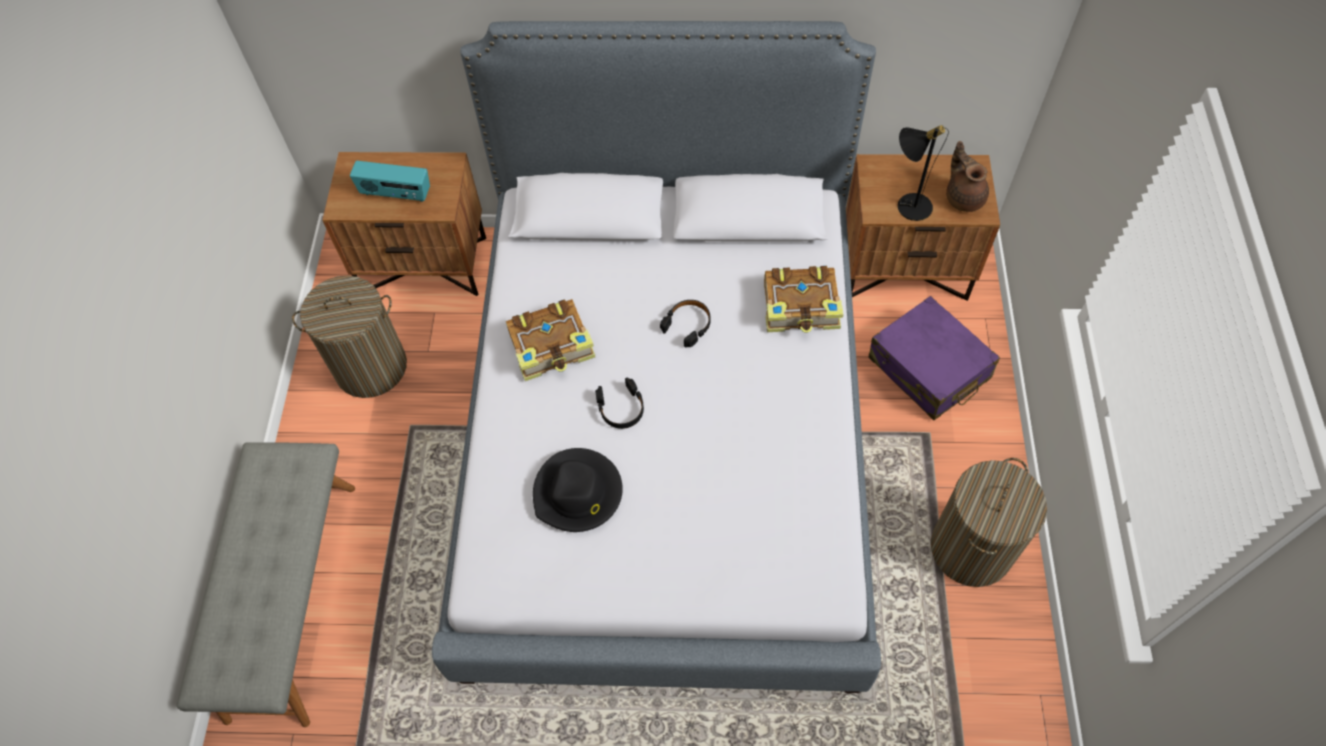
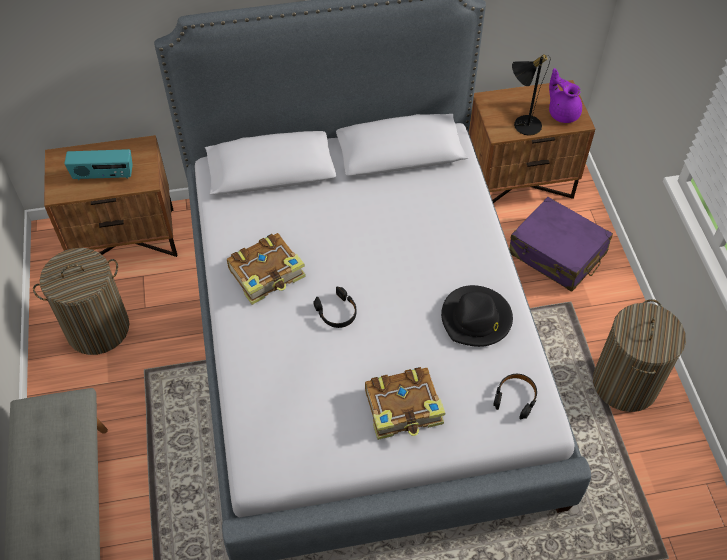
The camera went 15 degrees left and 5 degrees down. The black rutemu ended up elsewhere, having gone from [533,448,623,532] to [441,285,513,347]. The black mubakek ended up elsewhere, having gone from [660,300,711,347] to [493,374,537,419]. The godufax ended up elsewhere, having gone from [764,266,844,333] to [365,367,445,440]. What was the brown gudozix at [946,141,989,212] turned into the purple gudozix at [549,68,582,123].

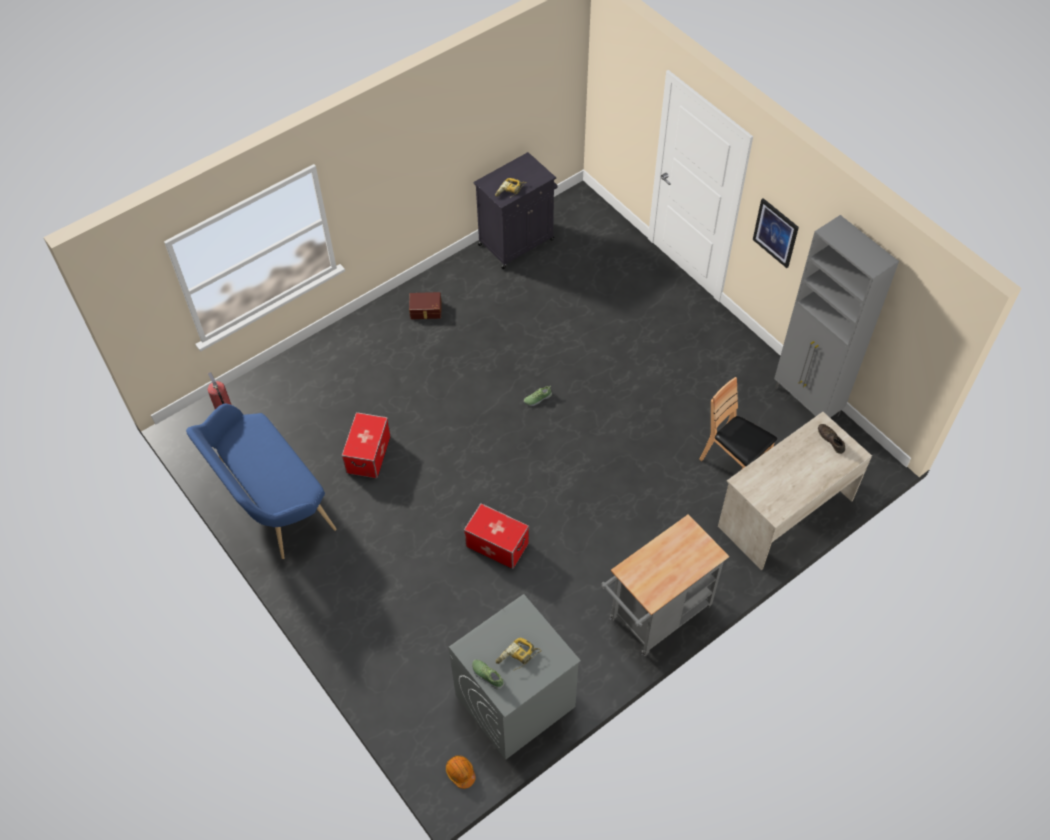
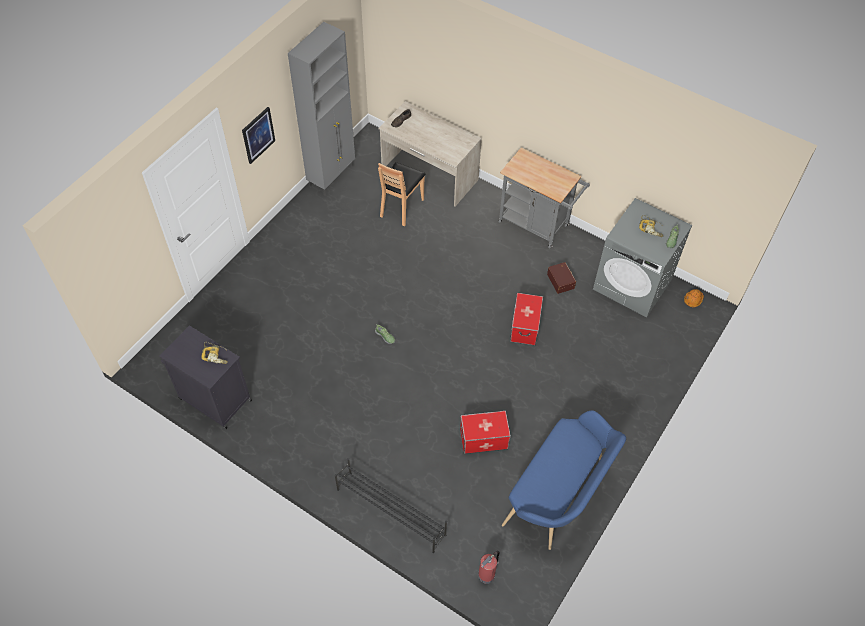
The camera went 110 degrees left and 0 degrees up. The second view gained the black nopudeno at [335,458,447,553]. The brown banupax ended up elsewhere, having gone from [409,292,441,319] to [547,262,576,294].

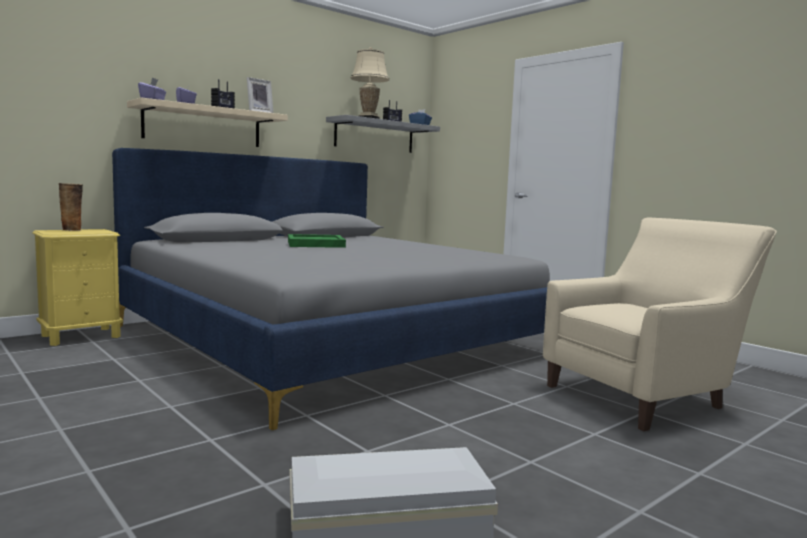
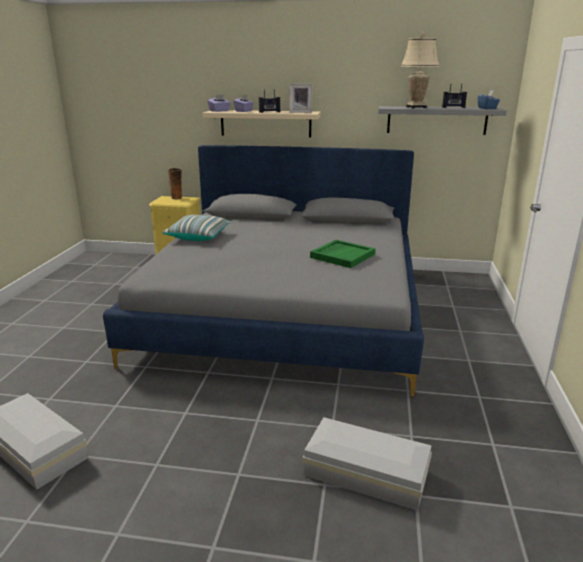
The camera went 50 degrees right and 15 degrees up. The second view gained the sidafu at [162,215,232,241]. The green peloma ended up elsewhere, having gone from [288,234,346,248] to [310,240,375,268]. Where the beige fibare stood at [543,217,777,431], the white banupax came to stand at [303,417,432,511].

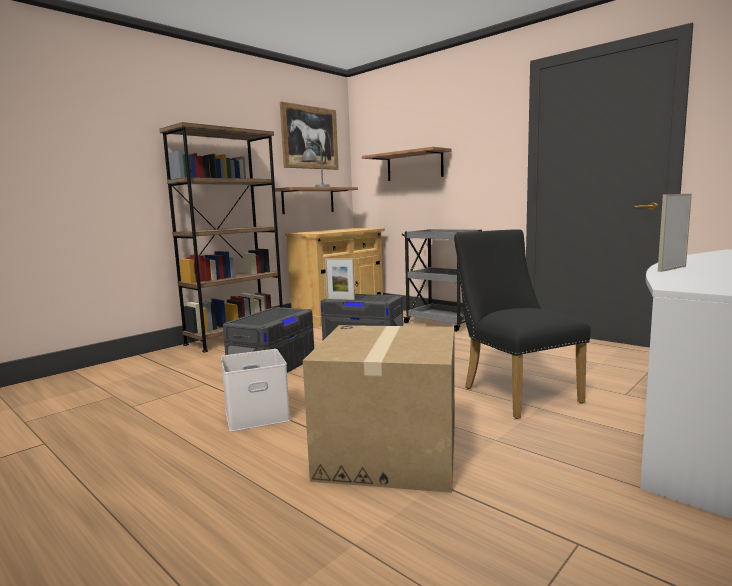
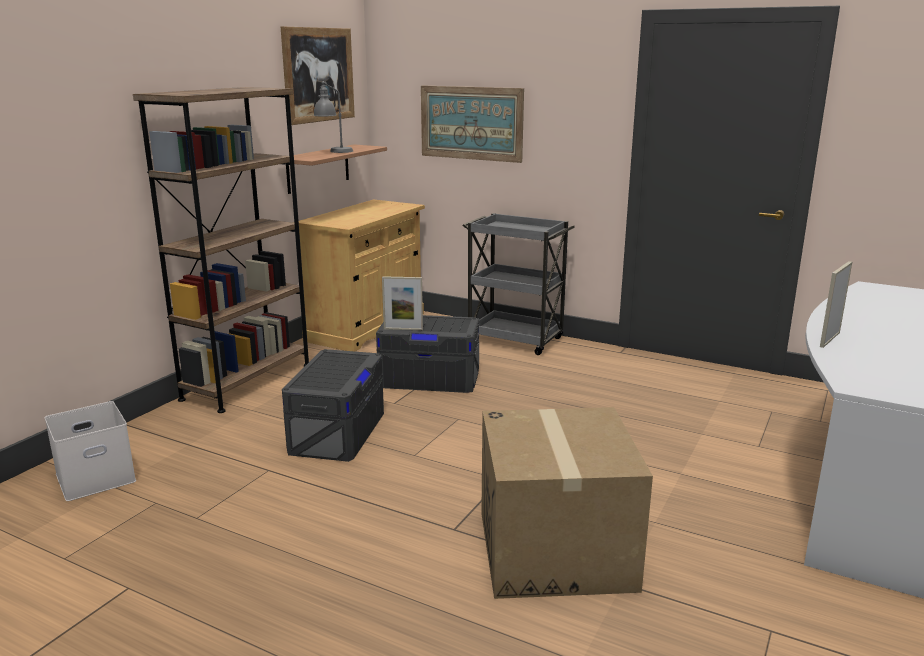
The camera went 15 degrees left and 10 degrees up. The second view lost the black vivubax at [454,229,591,419]. The white banupax ended up elsewhere, having gone from [221,349,291,432] to [45,401,136,501]. Where the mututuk hung at [362,147,452,181], the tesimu came to hang at [421,86,524,163].

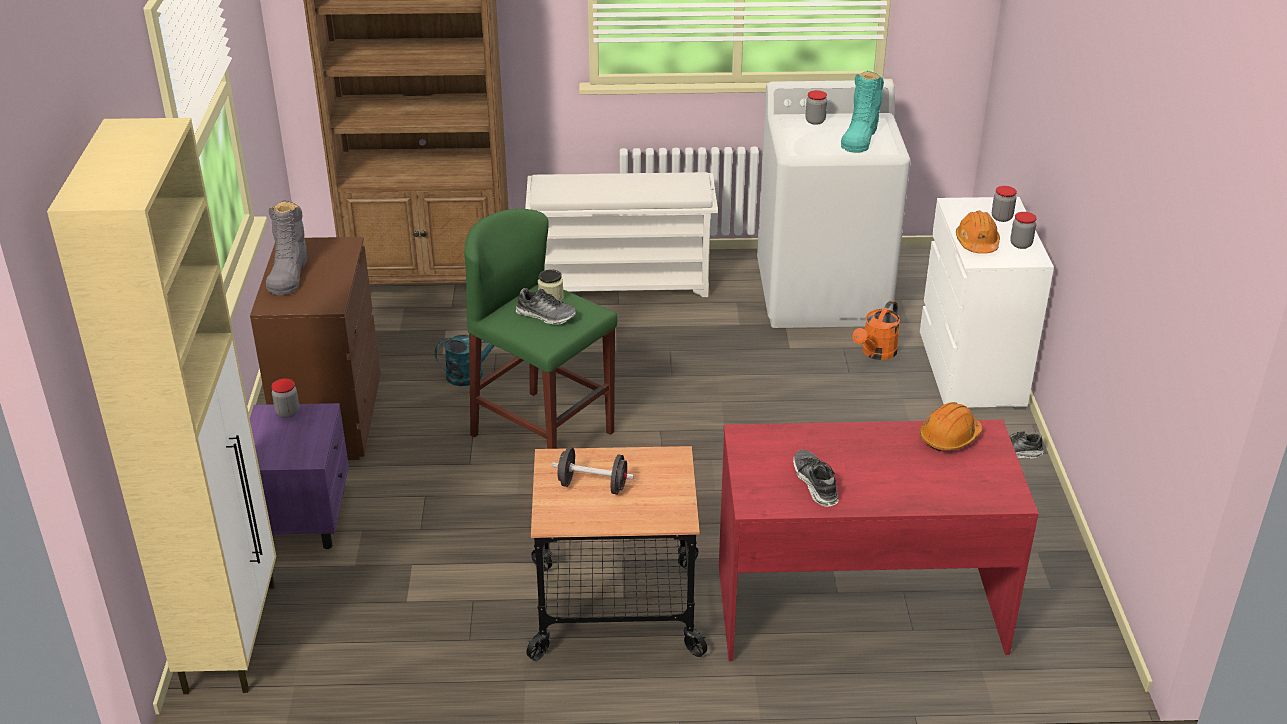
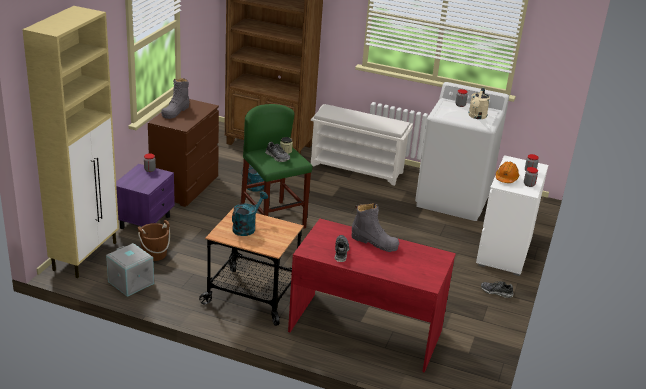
The camera went 20 degrees right and 5 degrees down. The second view lost the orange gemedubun at [852,300,900,360]. The second view lost the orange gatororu at [920,402,982,452]. The second view gained the grey banupax at [106,243,154,297]. The second view gained the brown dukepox at [138,220,170,261]. The second view gained the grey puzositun at [352,203,399,252]. Where the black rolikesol stood at [552,447,634,494], the turquoise gemedubun came to stand at [232,191,268,236]. Where the turquoise puzositun stood at [841,71,884,153], the beige gemedubun came to stand at [468,87,490,119].

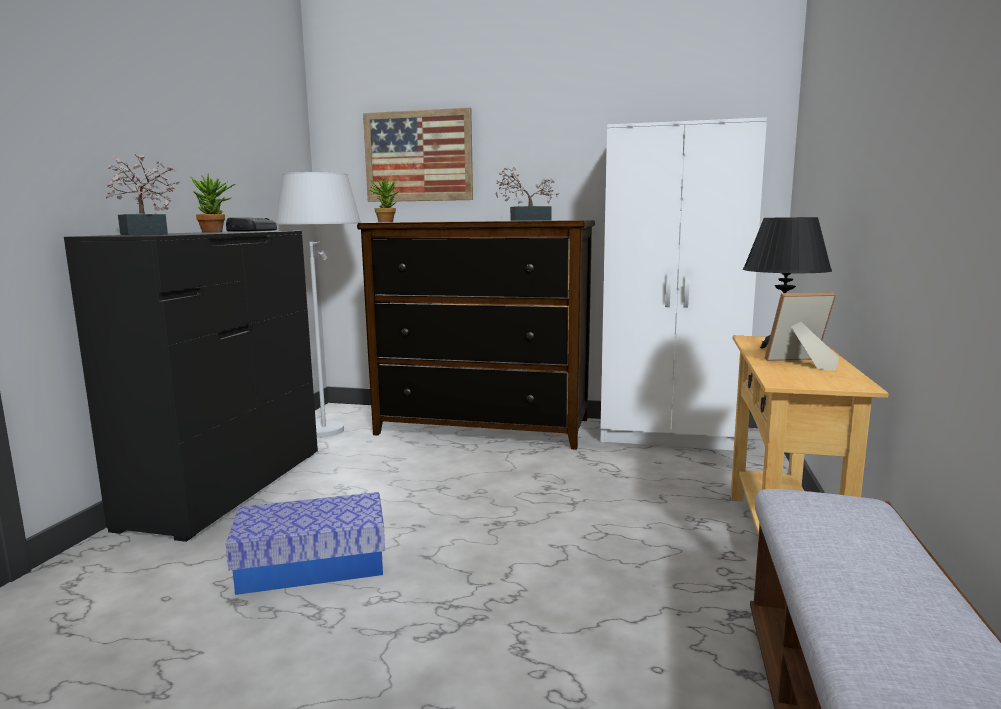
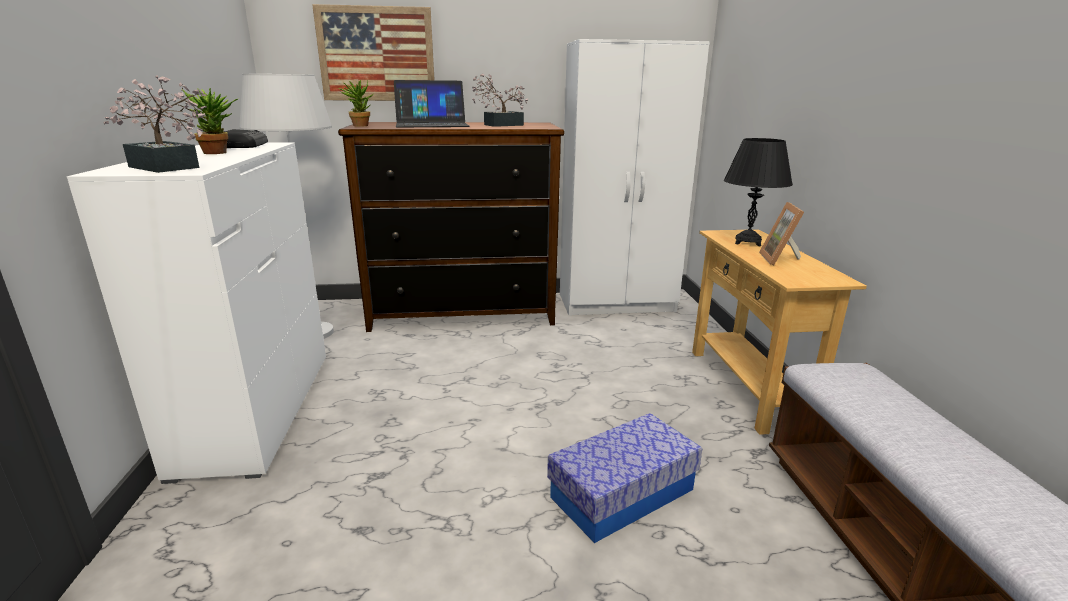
The camera went 20 degrees left and 10 degrees up. The second view gained the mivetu at [394,80,470,127]. The banupax ended up elsewhere, having gone from [226,492,385,595] to [547,413,702,543]. What was the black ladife at [64,231,318,542] turned into the white ladife at [67,143,326,484]. The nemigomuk at [765,292,839,370] ended up facing another way, 60 degrees counterclockwise from before.

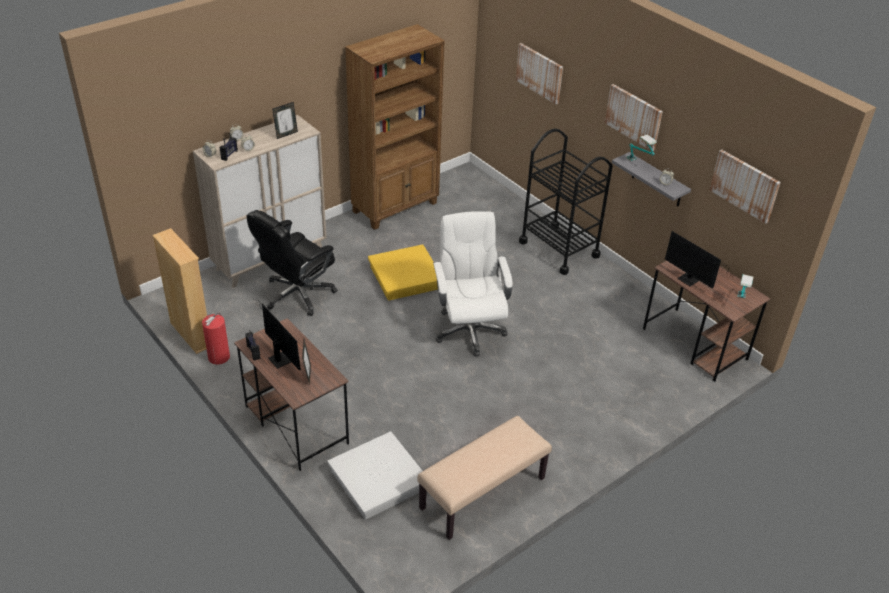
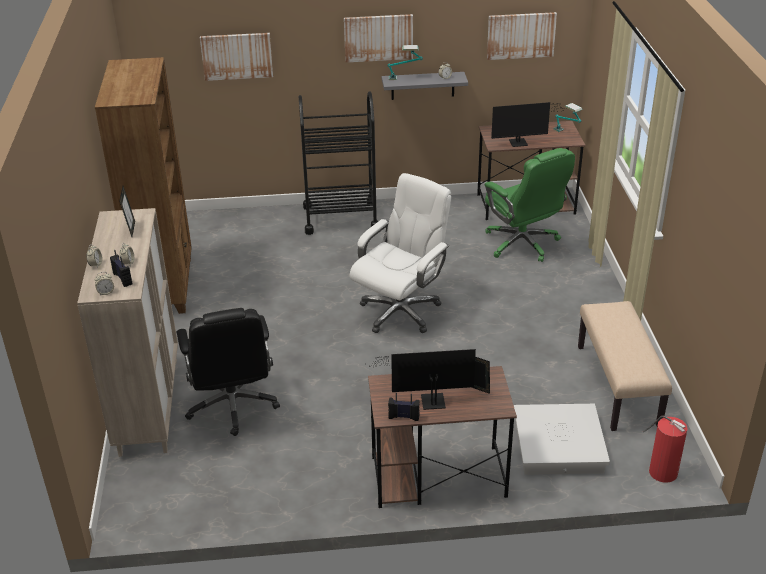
The camera went 55 degrees left and 5 degrees down. The second view lost the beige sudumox at [152,228,207,354]. The second view lost the yellow banupax at [368,244,438,301]. The second view gained the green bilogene at [484,148,575,262]. The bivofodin ended up elsewhere, having gone from [202,313,230,365] to [642,416,687,483]. The white bilogene at [433,211,513,357] ended up facing another way, 105 degrees clockwise from before.

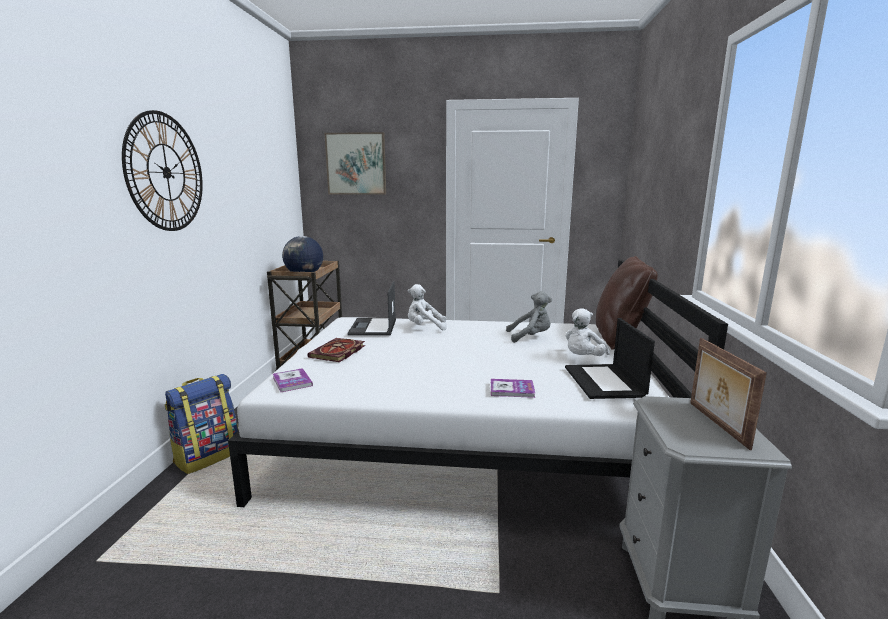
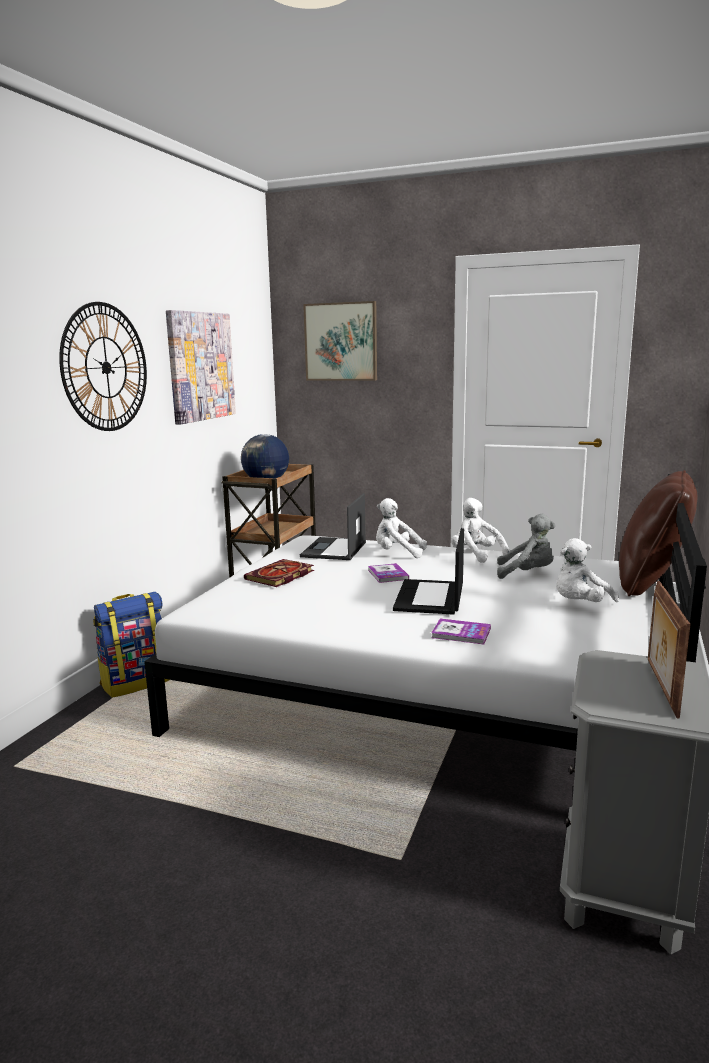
The camera went 15 degrees right and 0 degrees up. The second view gained the tesimu at [166,310,236,425]. The second view gained the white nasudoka at [451,498,510,563]. The godufax ended up elsewhere, having gone from [273,368,313,392] to [368,563,409,583]. The mivetu ended up elsewhere, having gone from [565,318,655,399] to [393,529,464,615].

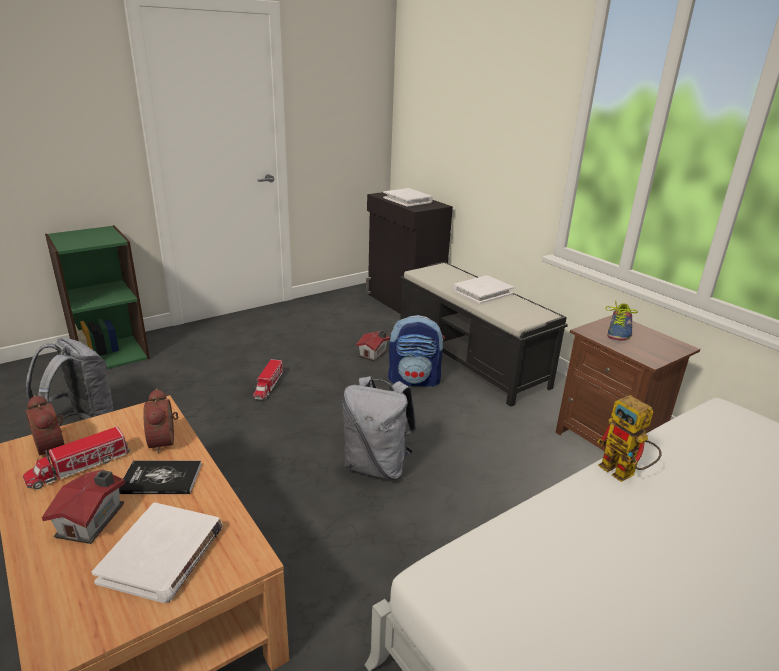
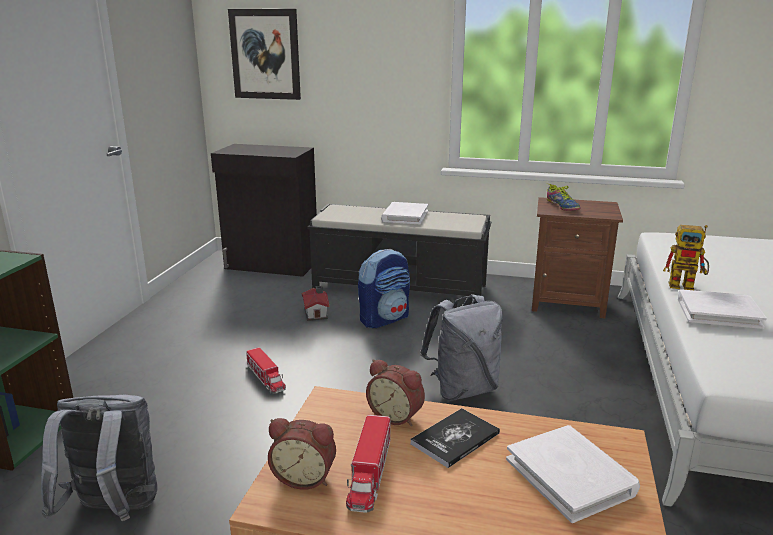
The camera went 40 degrees left and 5 degrees down. The second view lost the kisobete at [42,469,125,544]. The second view gained the tesimu at [228,9,301,100]. The white godufax ended up elsewhere, having gone from [383,188,433,207] to [678,289,767,329].

